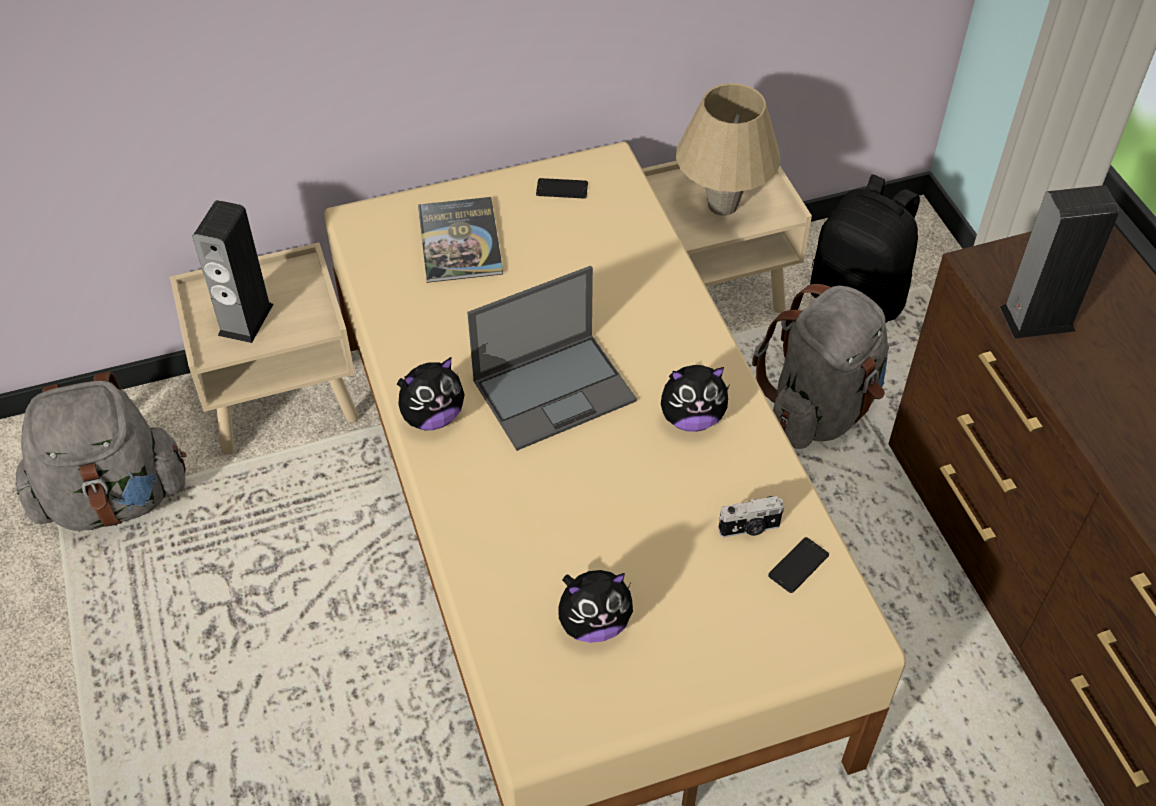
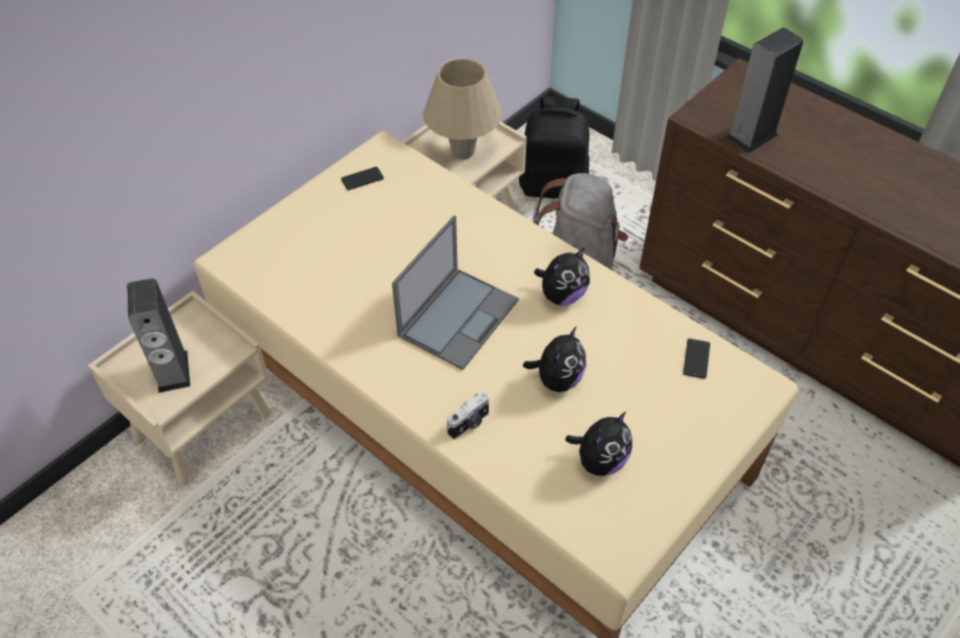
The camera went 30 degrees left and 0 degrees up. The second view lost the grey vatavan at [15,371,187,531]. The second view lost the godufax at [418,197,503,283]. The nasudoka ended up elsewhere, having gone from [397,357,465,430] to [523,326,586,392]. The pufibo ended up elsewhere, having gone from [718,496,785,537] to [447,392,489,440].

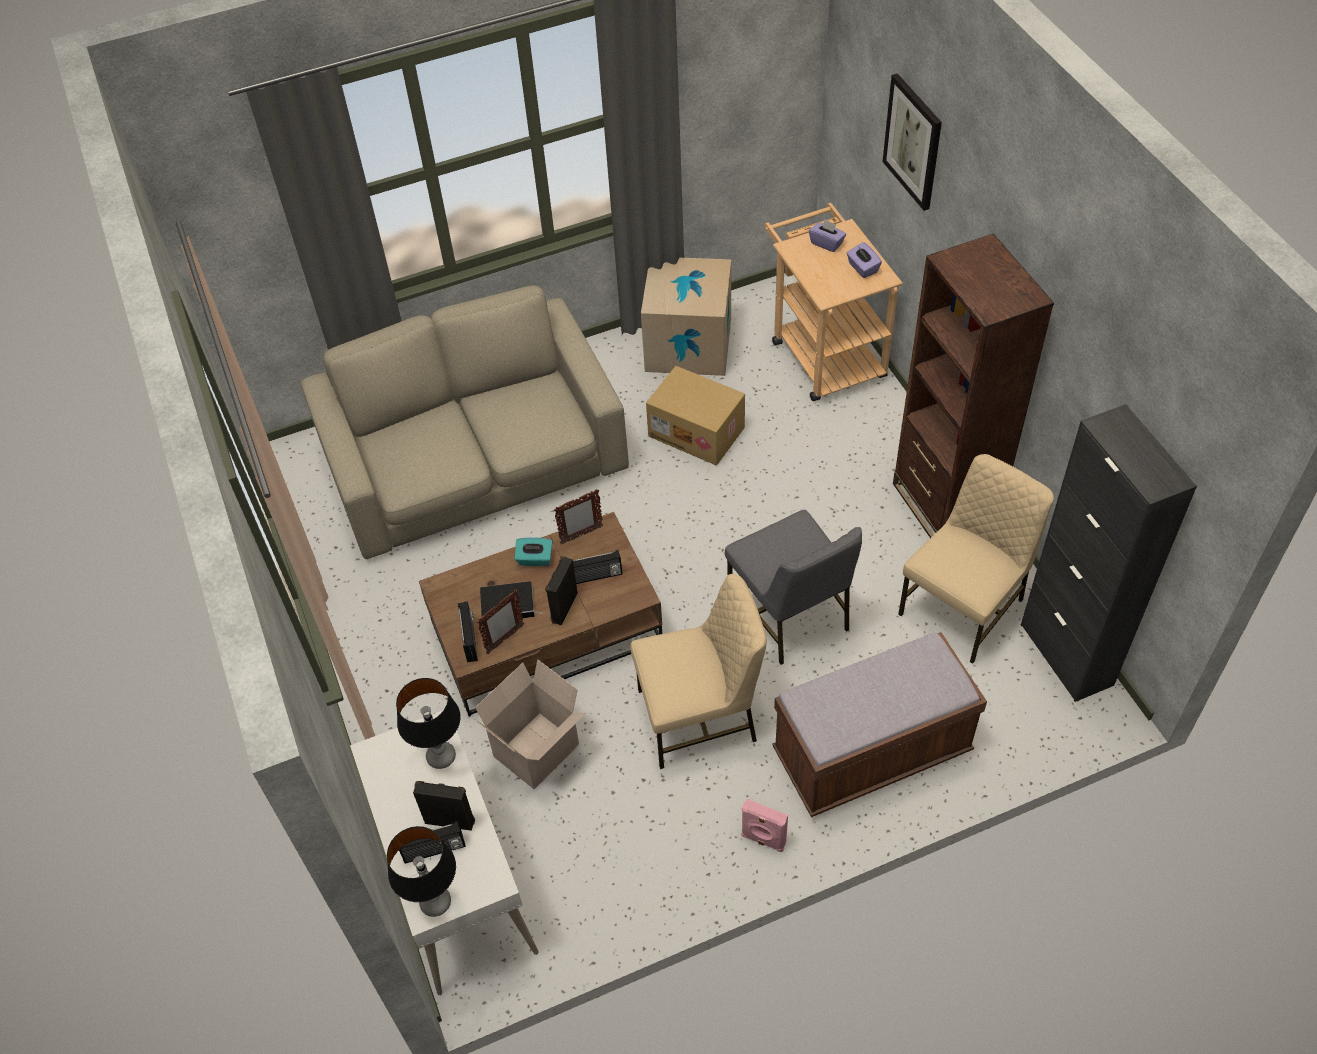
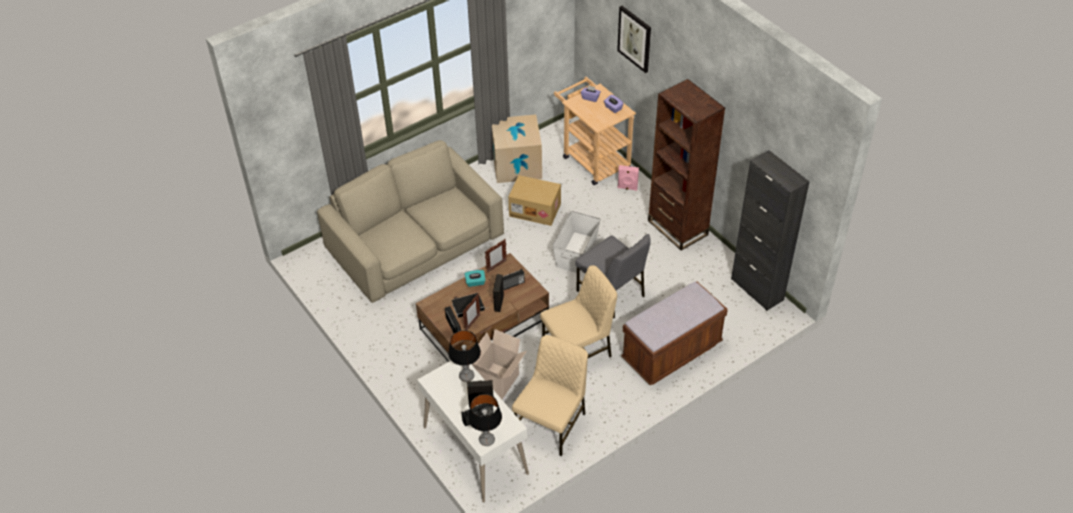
The camera went 15 degrees left and 5 degrees down. The second view gained the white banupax at [552,211,601,273]. The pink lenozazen ended up elsewhere, having gone from [741,799,788,852] to [617,165,639,191]. The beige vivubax ended up elsewhere, having gone from [898,454,1054,664] to [512,335,588,456].

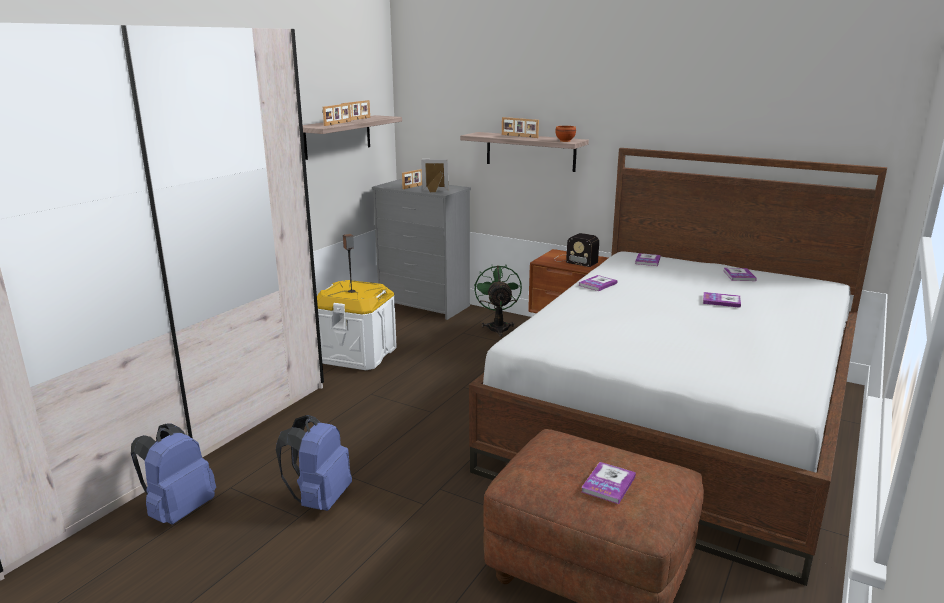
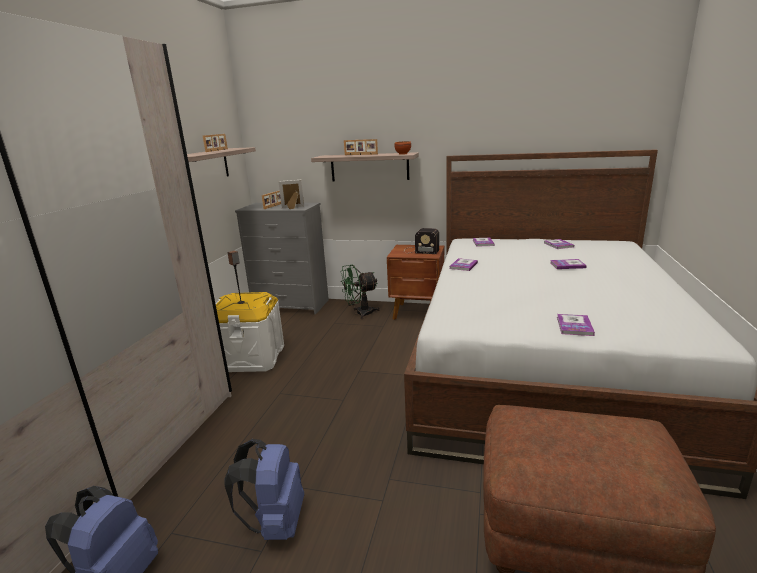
The camera went 15 degrees left and 0 degrees up. The second view lost the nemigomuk at [323,103,351,126]. The godufax ended up elsewhere, having gone from [581,462,636,504] to [557,314,595,336]. The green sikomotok at [474,265,522,337] ended up facing another way, 90 degrees counterclockwise from before.

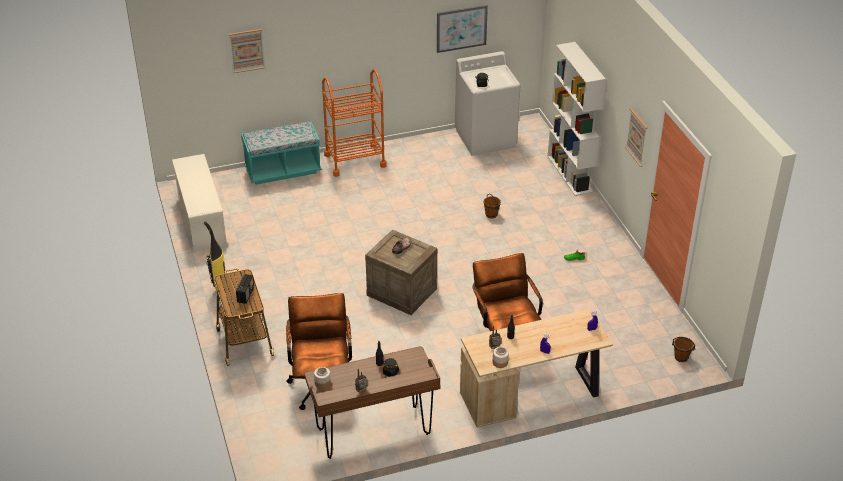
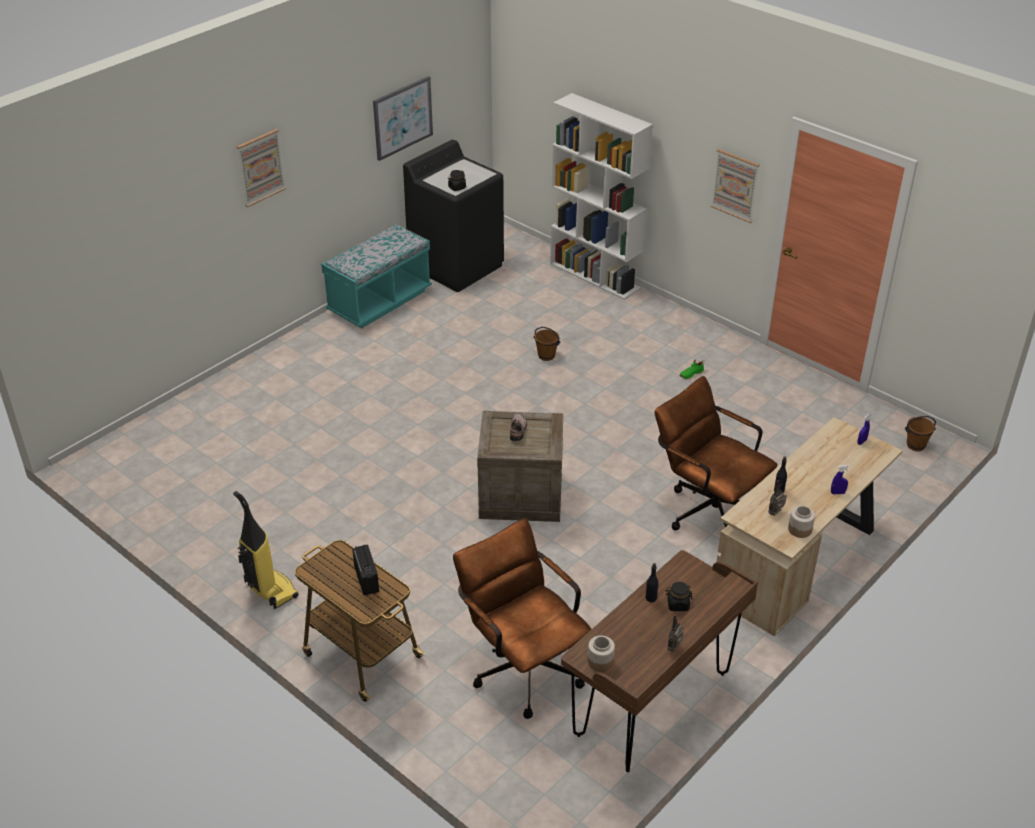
The camera went 30 degrees left and 0 degrees up. The second view lost the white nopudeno at [172,154,227,251]. The second view lost the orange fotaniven at [322,69,387,177]. The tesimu ended up elsewhere, having gone from [229,29,266,73] to [237,129,286,207]. The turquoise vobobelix ended up elsewhere, having gone from [241,121,321,185] to [321,224,432,328]. What was the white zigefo at [455,51,521,156] turned into the black zigefo at [403,140,504,292].

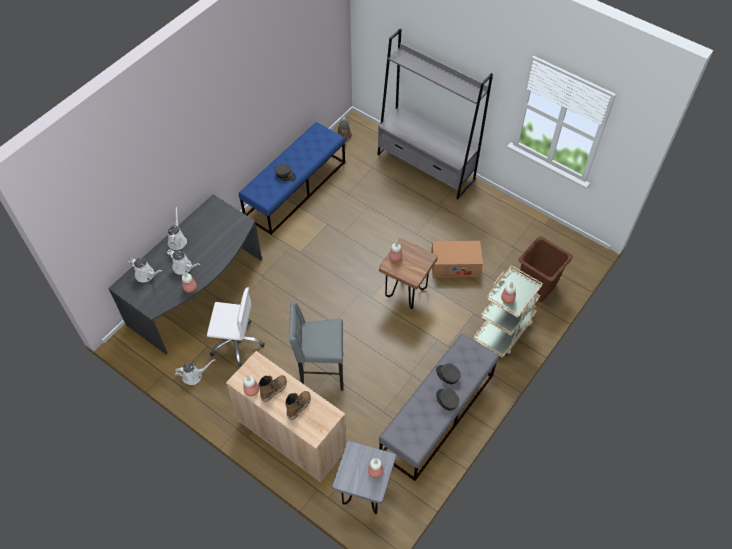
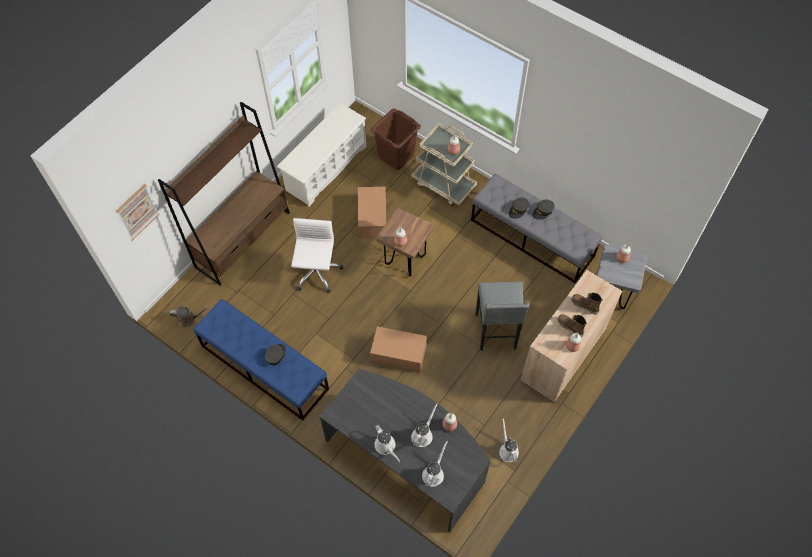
The camera went 90 degrees left and 5 degrees up. The second view gained the tesimu at [116,184,160,241]. The second view gained the white nopudeno at [277,103,367,207]. The second view gained the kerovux at [370,326,427,373]. The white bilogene ended up elsewhere, having gone from [207,287,265,367] to [291,218,343,293]. What was the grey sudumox at [377,29,493,199] turned into the brown sudumox at [158,102,290,286]. The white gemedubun at [168,206,187,250] ended up facing another way, 120 degrees counterclockwise from before.

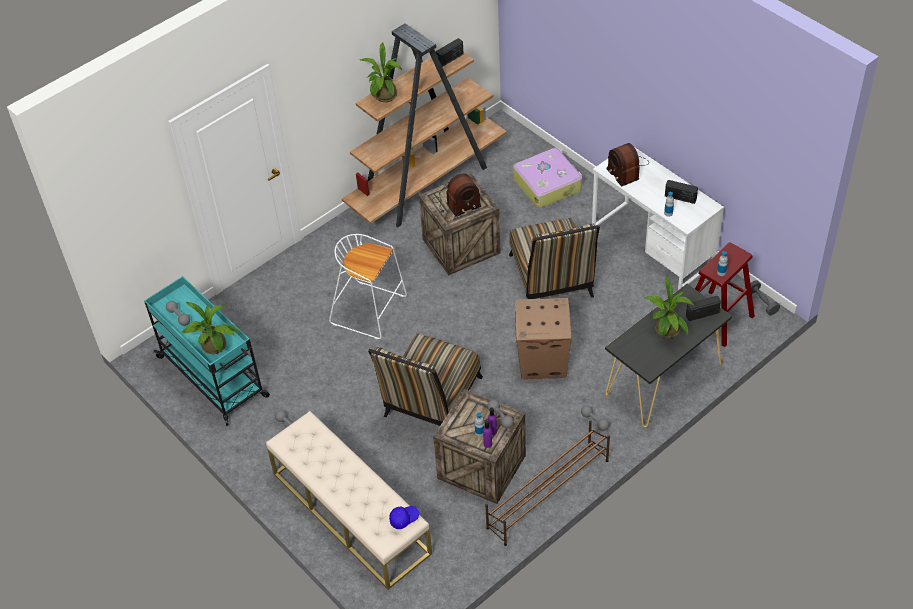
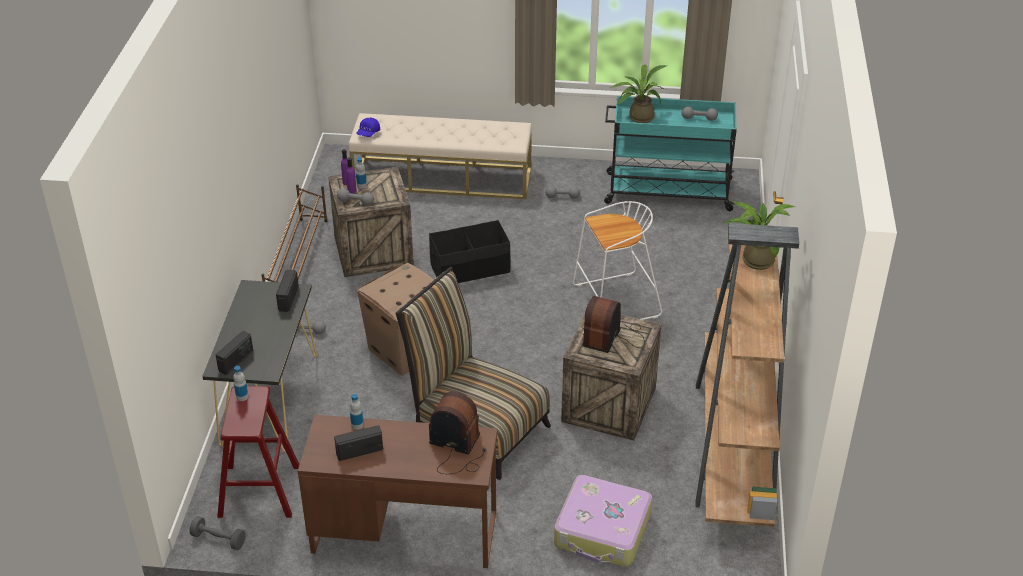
The camera went 135 degrees right and 10 degrees down. The second view lost the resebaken at [644,276,694,338]. The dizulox ended up elsewhere, having gone from [436,38,464,67] to [276,269,299,312]. Where the vivubax stood at [368,333,483,426], the black banupax came to stand at [429,220,511,283]. What was the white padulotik at [592,147,724,290] turned into the brown padulotik at [298,415,498,568].

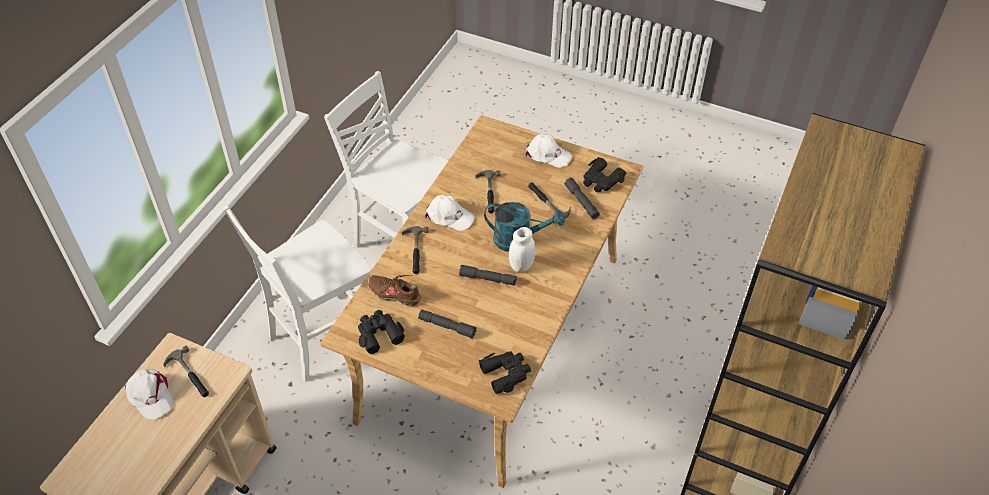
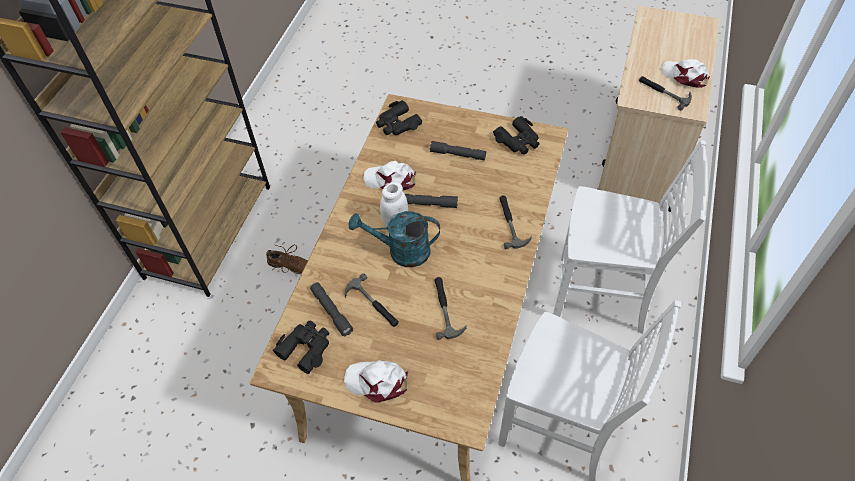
The camera went 175 degrees right and 5 degrees up. The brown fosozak ended up elsewhere, having gone from [368,275,421,306] to [266,245,307,274]. The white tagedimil ended up elsewhere, having gone from [425,195,475,231] to [363,161,416,190]. The white vivubax at [223,205,371,382] ended up facing another way, 60 degrees clockwise from before.

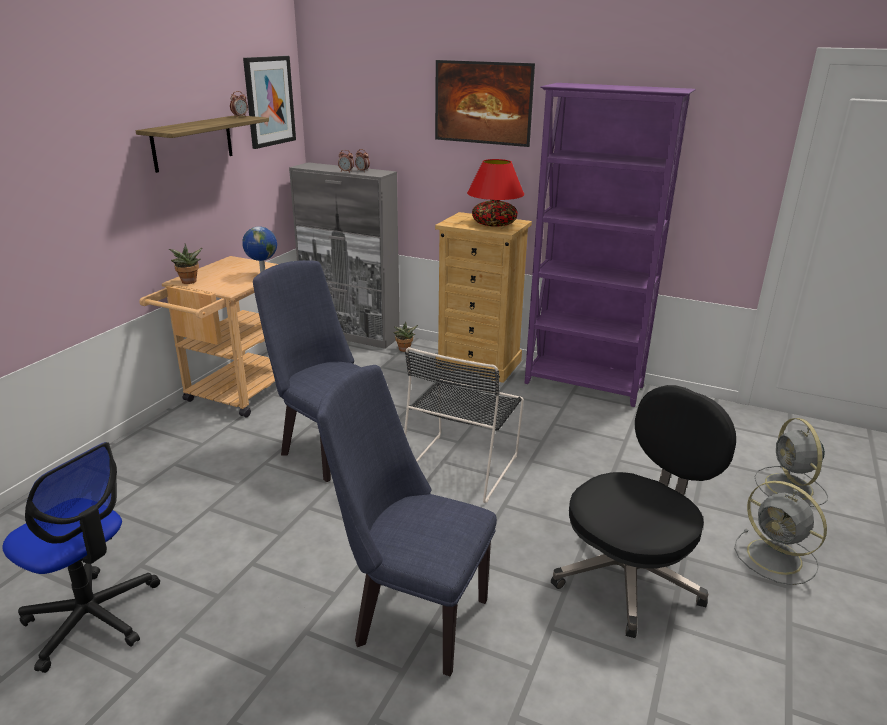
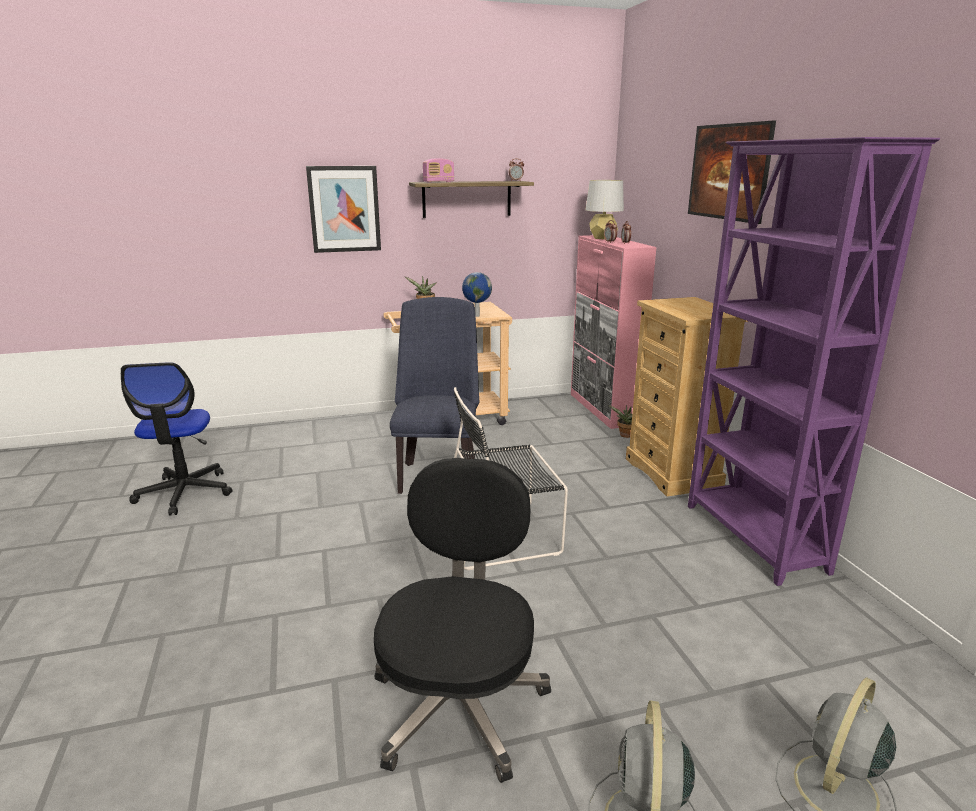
The camera went 50 degrees right and 5 degrees down. The second view lost the blue vivubax at [317,365,497,676]. The second view lost the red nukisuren at [467,159,524,227]. The second view gained the dizulox at [423,158,454,183]. The second view gained the grey nukisuren at [586,180,624,239]. The tesimu ended up elsewhere, having gone from [243,56,296,149] to [306,166,381,253]. What was the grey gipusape at [289,162,400,349] turned into the pink gipusape at [571,235,657,429]. The black bilogene at [551,385,736,638] ended up facing another way, 90 degrees counterclockwise from before.

